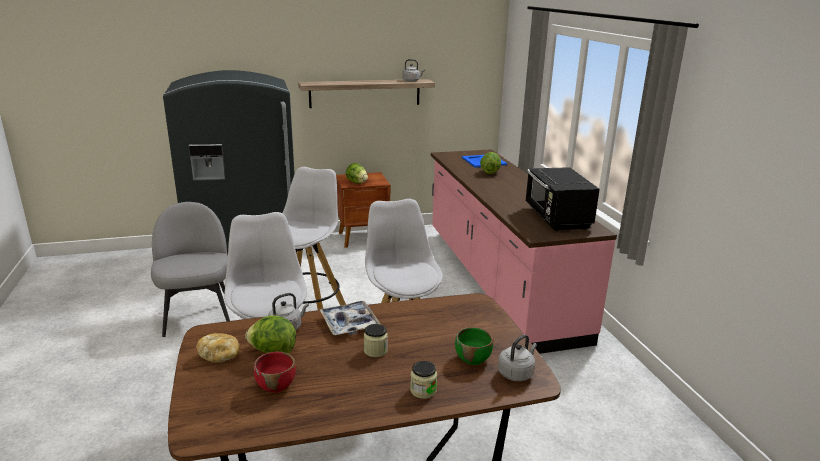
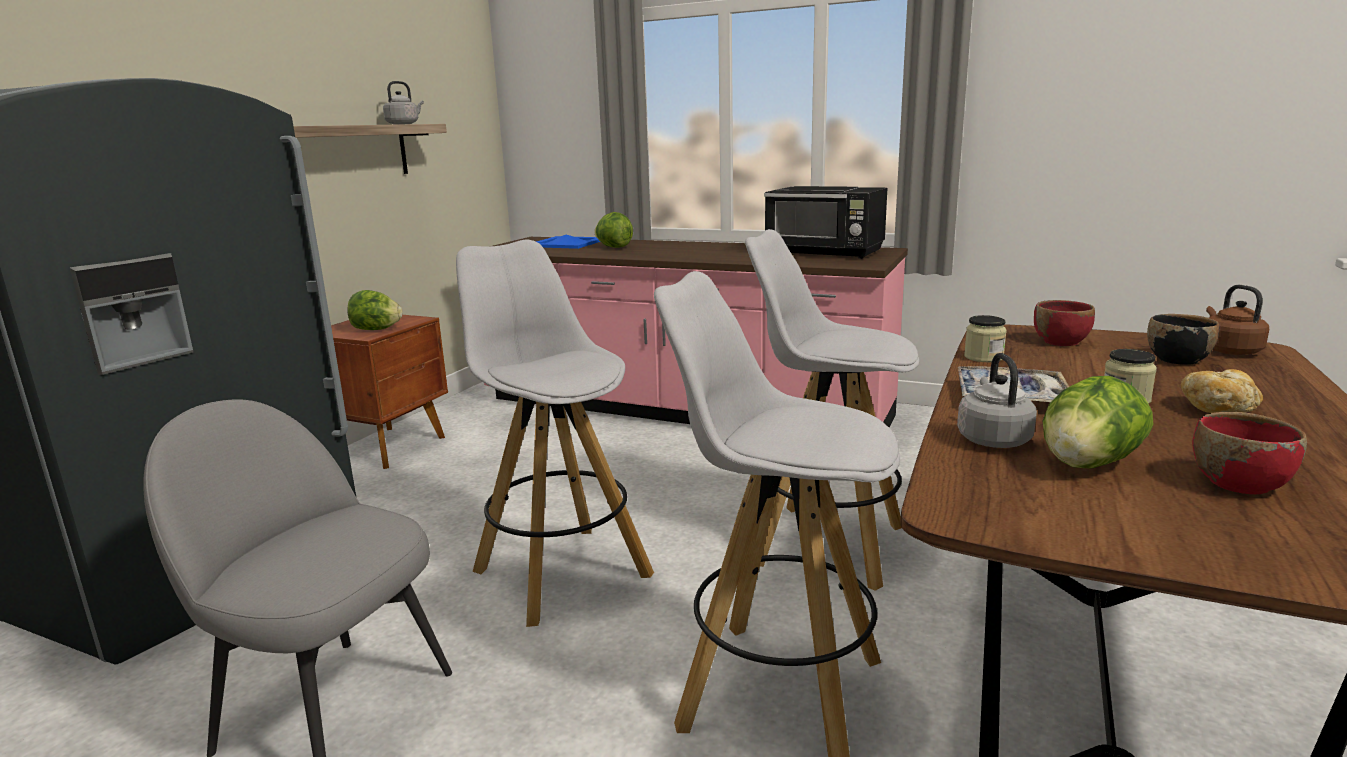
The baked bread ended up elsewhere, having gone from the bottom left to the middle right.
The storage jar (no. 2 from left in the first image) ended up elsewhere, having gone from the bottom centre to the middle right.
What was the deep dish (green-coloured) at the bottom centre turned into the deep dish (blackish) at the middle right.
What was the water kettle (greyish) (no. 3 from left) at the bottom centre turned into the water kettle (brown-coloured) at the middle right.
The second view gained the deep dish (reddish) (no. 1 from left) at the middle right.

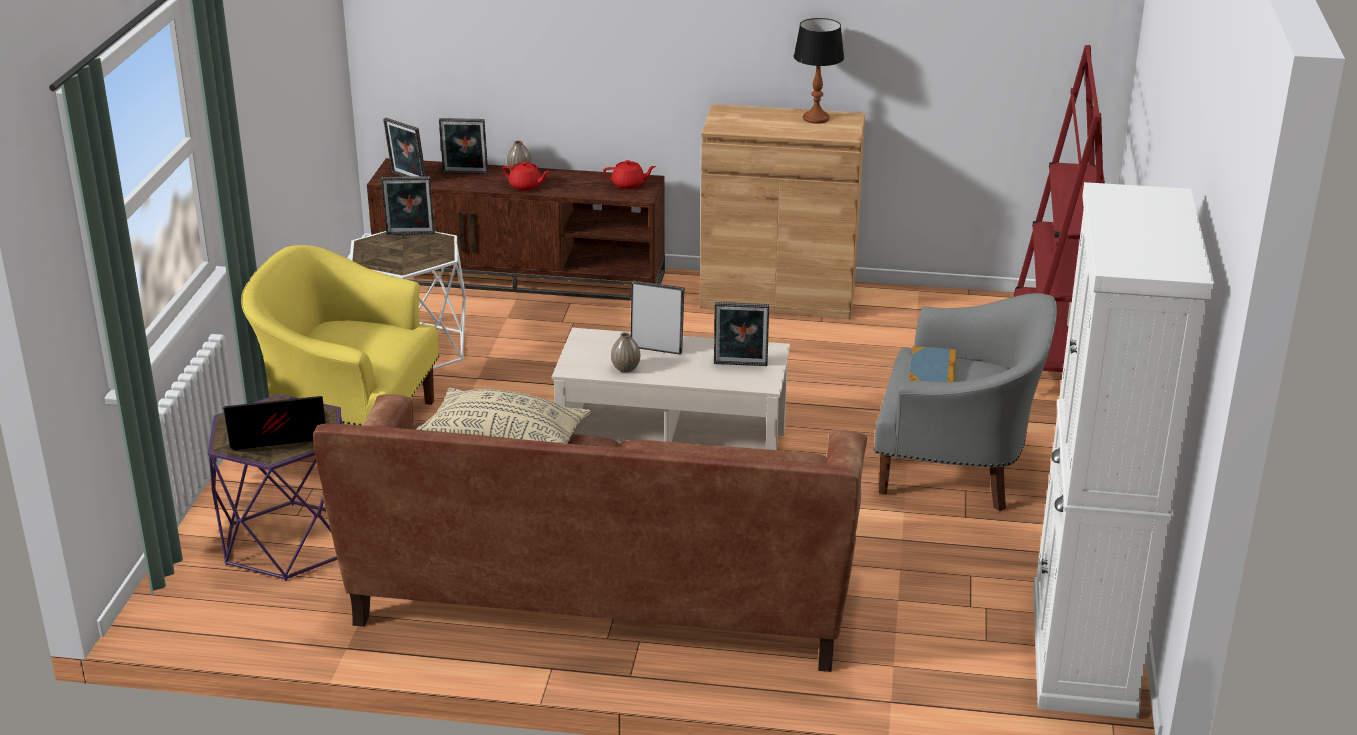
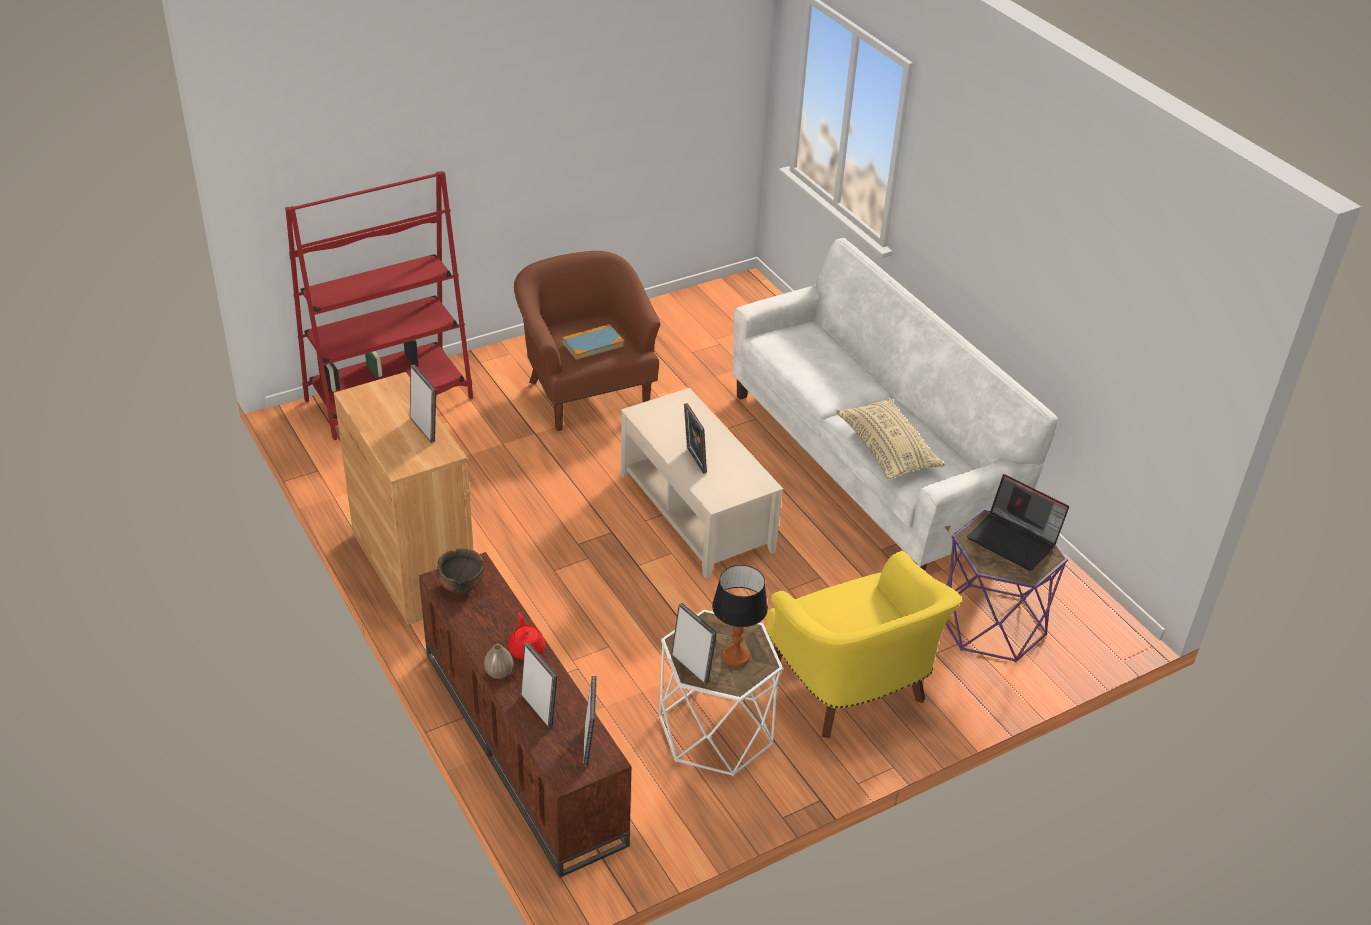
What was the couch (brown-coloured) at the bottom centre turned into the couch (whitish) at the centre.
Where the pot for tea (reddish) (no. 2 from left) stood at the top centre, the deep dish came to stand at the centre.
The second view lost the flower vase (no. 2 from left) at the centre.
The picture frame (no. 5 from left in the first image) ended up elsewhere, having gone from the centre to the middle left.
The table lamp ended up elsewhere, having gone from the top centre to the centre.
What was the easy chair (greyish) at the middle right turned into the easy chair (brown-coloured) at the centre.
The second view lost the cupboard (whitish) at the middle right.

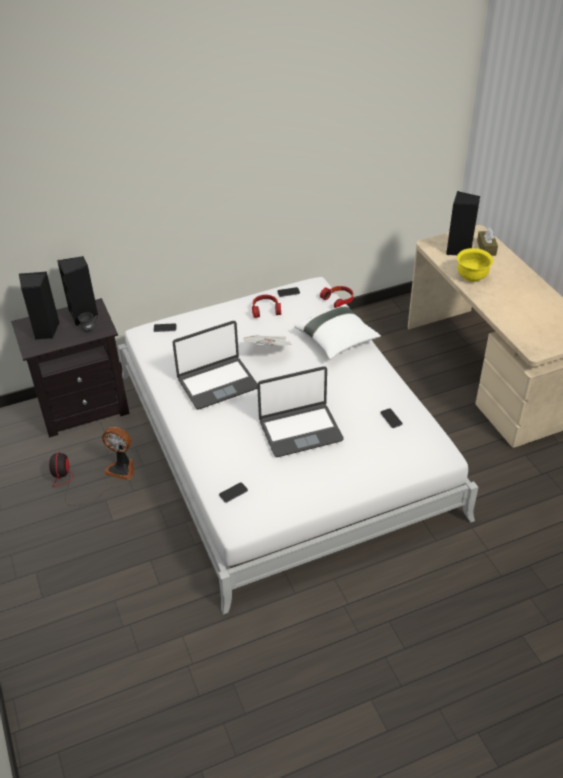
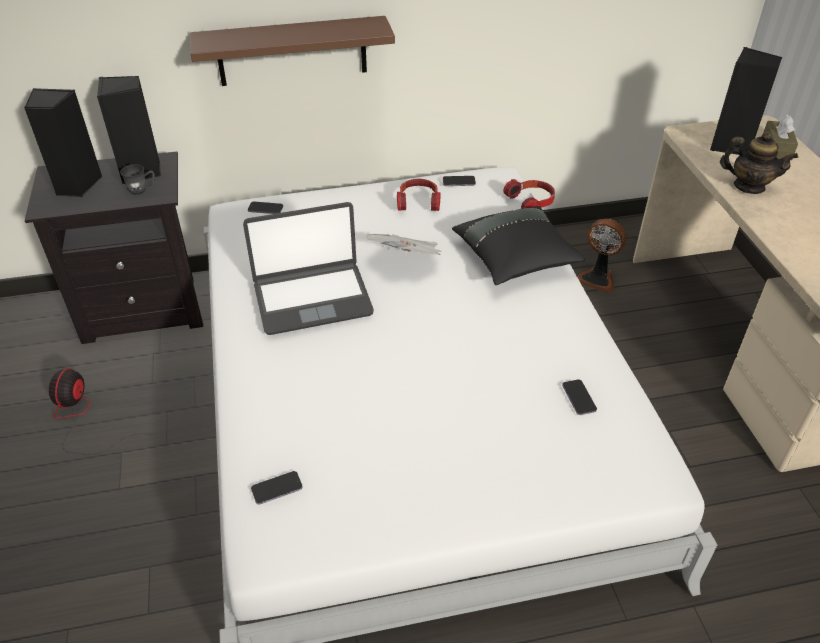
The electric fan (no. 2 from left) ended up elsewhere, having gone from the middle left to the middle right.
The second view lost the notebook computer (no. 2 from left) at the centre.
What was the throw pillow (whitish) at the centre turned into the throw pillow (blackish) at the centre.
Where the deep dish (yellowish) stood at the middle right, the pot for tea came to stand at the top right.
The second view gained the bracket shelf (brown-coloured) at the top centre.

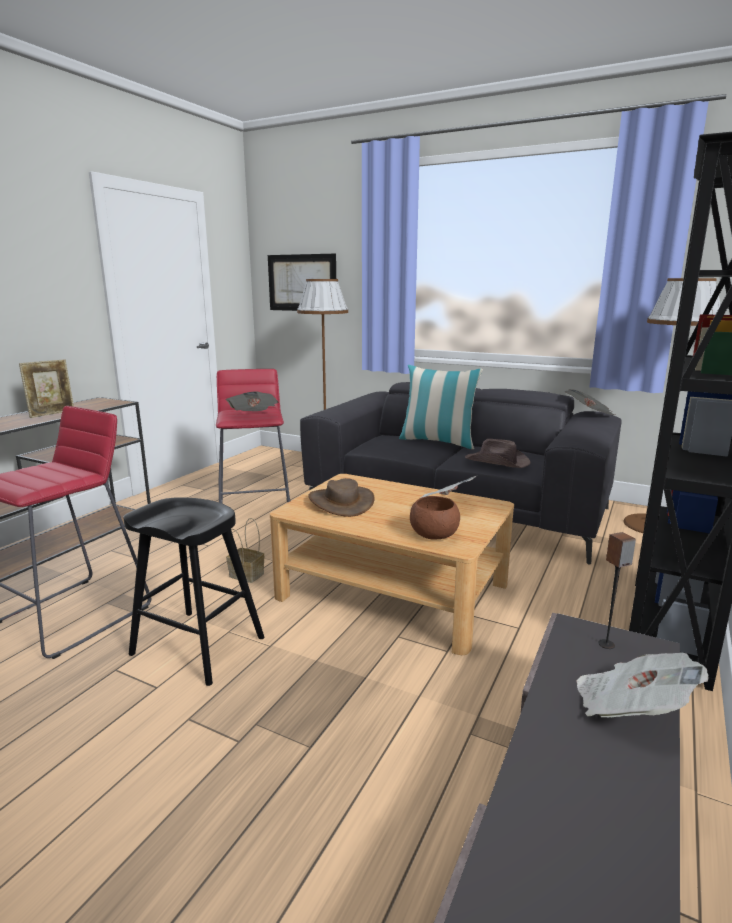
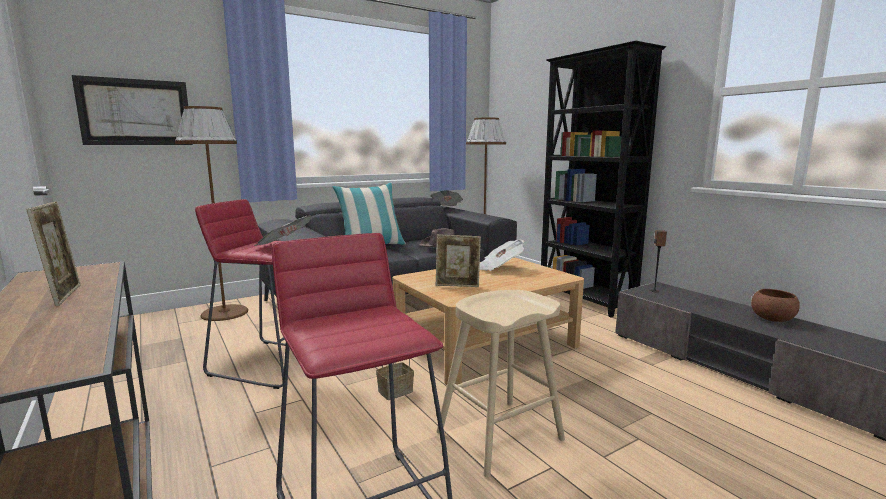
What was the stool (blackish) at the middle left turned into the stool (sand-coloured) at the bottom centre.
Where the hat (brown-coloured) (no. 1 from left) stood at the centre, the picture frame (no. 2 from left) came to stand at the centre.
The deep dish (brown-coloured) ended up elsewhere, having gone from the centre to the middle right.
The second view lost the newspaper (no. 4 from left) at the bottom right.

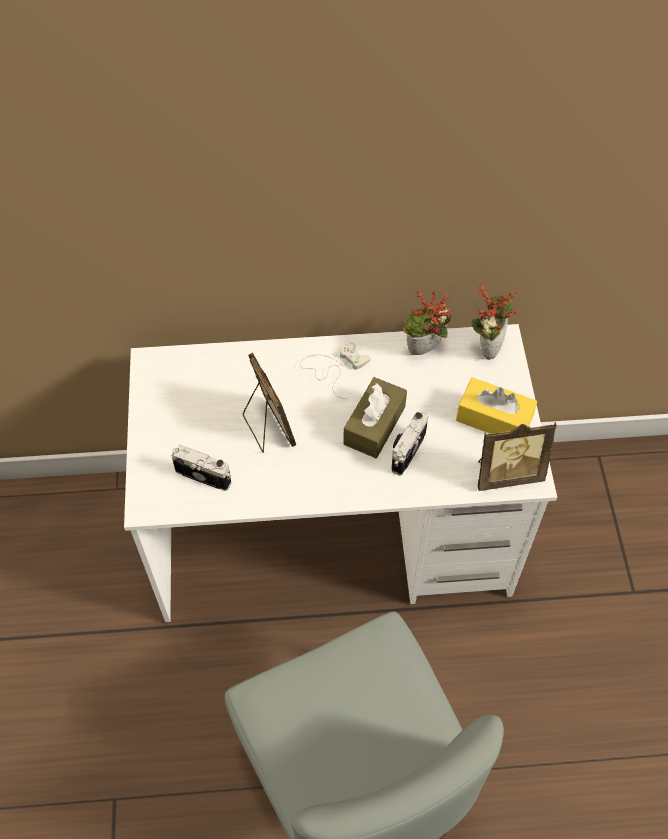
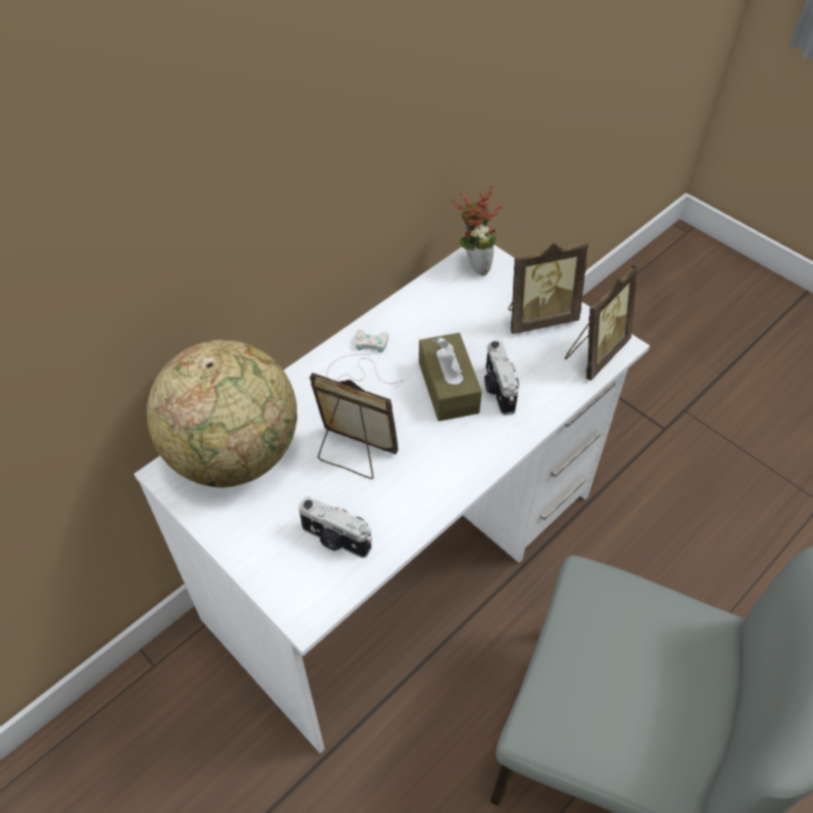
The still camera (no. 1 from left) at the middle left ended up facing another way, 135 degrees counterclockwise from before.
The second view lost the potted plant (no. 1 from left) at the centre.
Where the tissue holder (yellowish) stood at the middle right, the picture frame (no. 2 from left) came to stand at the middle right.
The second view gained the globe at the middle left.

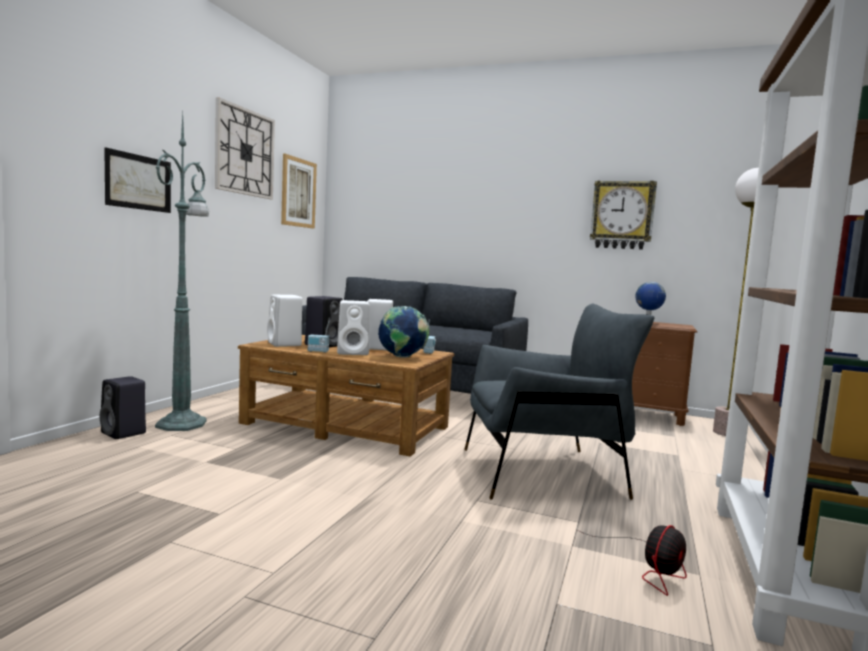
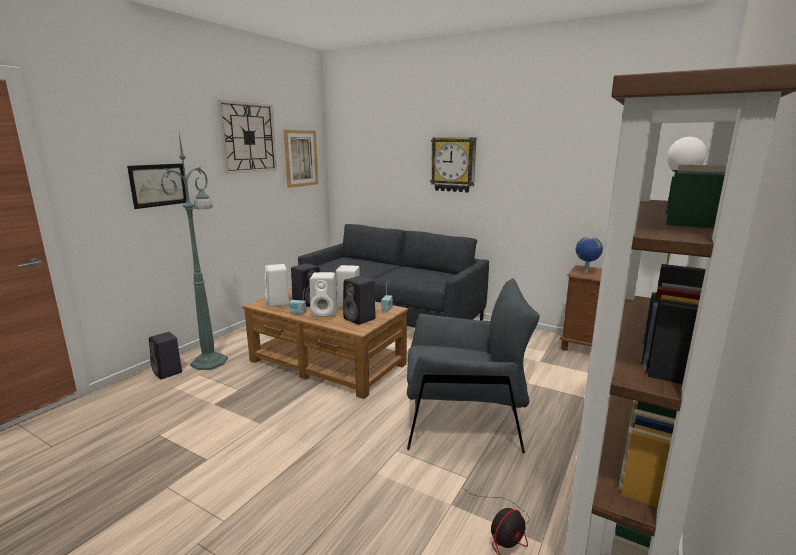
Where the globe (no. 1 from left) stood at the centre, the speaker (blackish) (no. 3 from left) came to stand at the centre.
The clock on the wall (no. 2 from left) ended up elsewhere, having gone from the top right to the top centre.

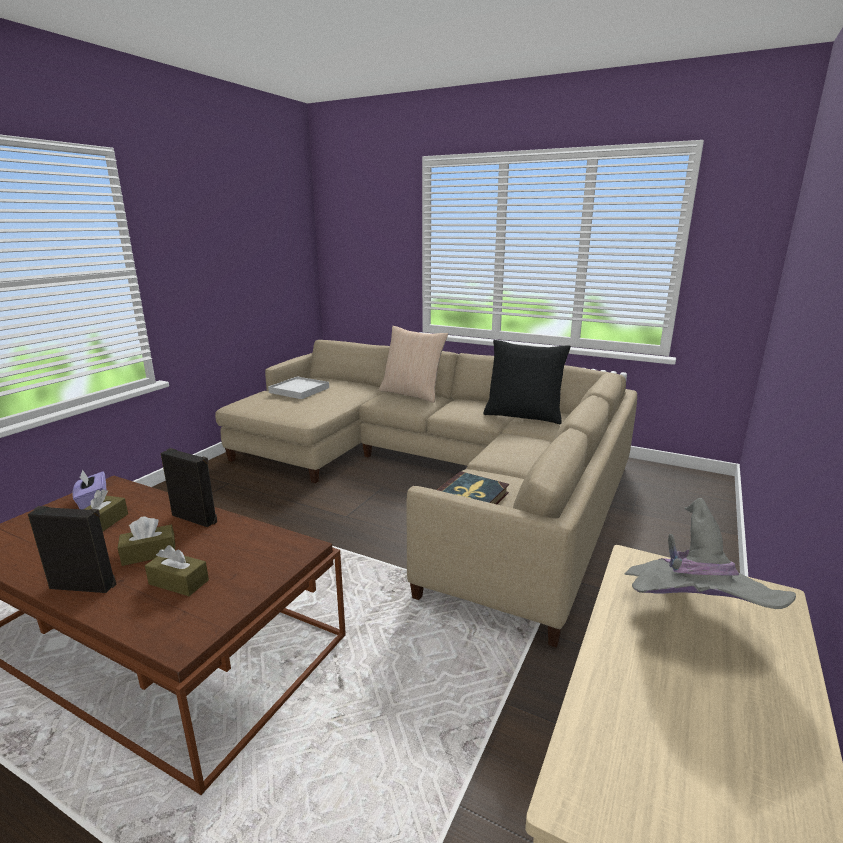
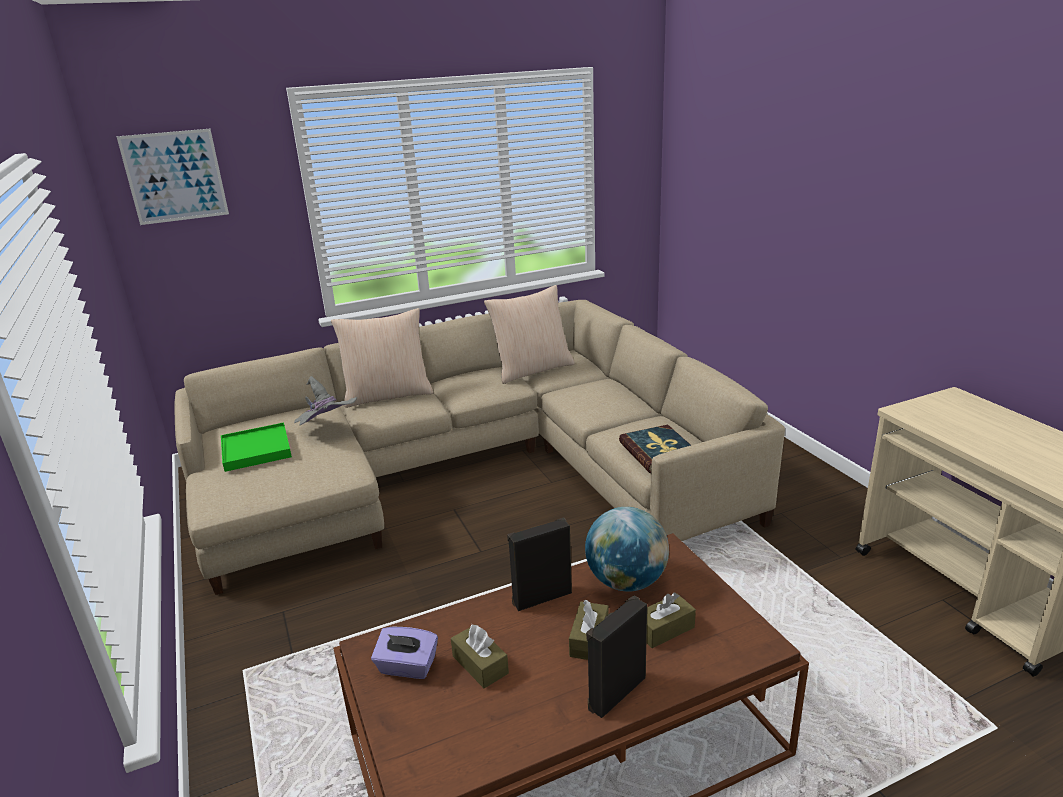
What was the serving tray (whitish) at the centre turned into the serving tray (green-coloured) at the middle left.
What was the throw pillow (blackish) at the centre turned into the throw pillow (sand-coloured) (no. 2 from left) at the centre.
The hat (greyish) ended up elsewhere, having gone from the middle right to the middle left.
The second view gained the picture at the top left.
The second view gained the globe at the bottom centre.

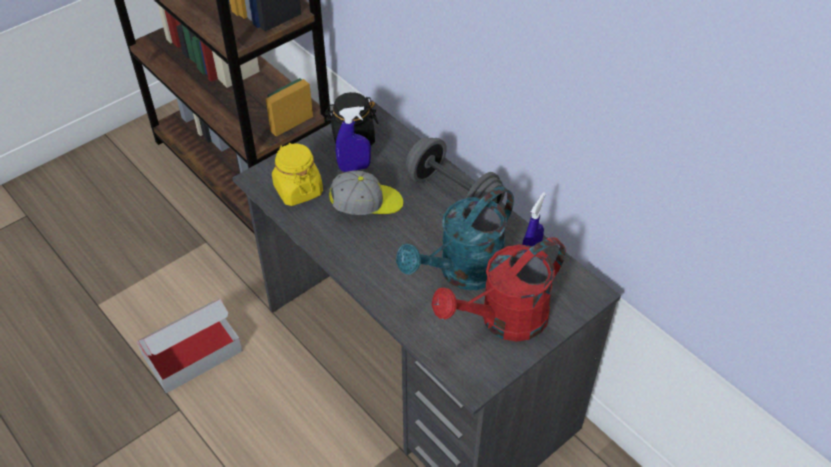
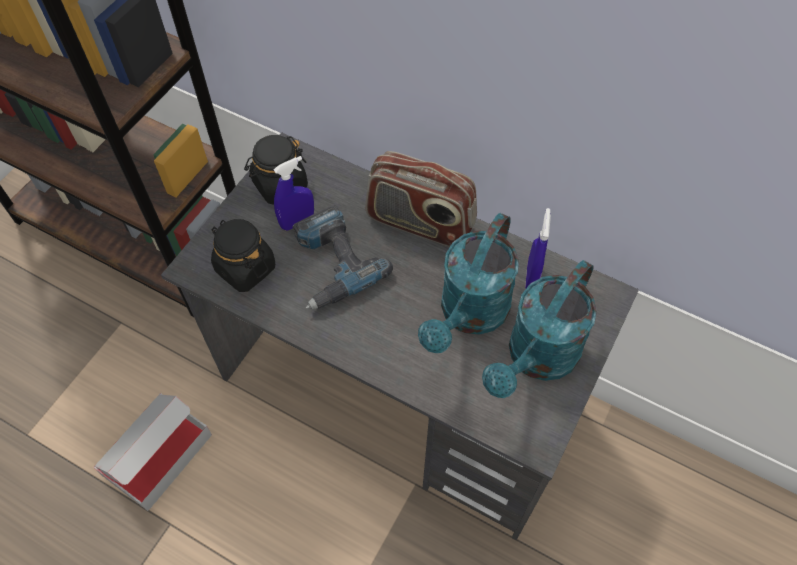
What was the storage jar (yellowish) at the centre turned into the storage jar (blackish) (no. 1 from left) at the middle left.
Where the baseball cap stood at the centre, the electric drill came to stand at the centre.
Where the free weight (greyish) stood at the centre, the radio set came to stand at the centre.
What was the watering can (reddish) at the centre turned into the watering can (blue-green) (no. 2 from left) at the middle right.

